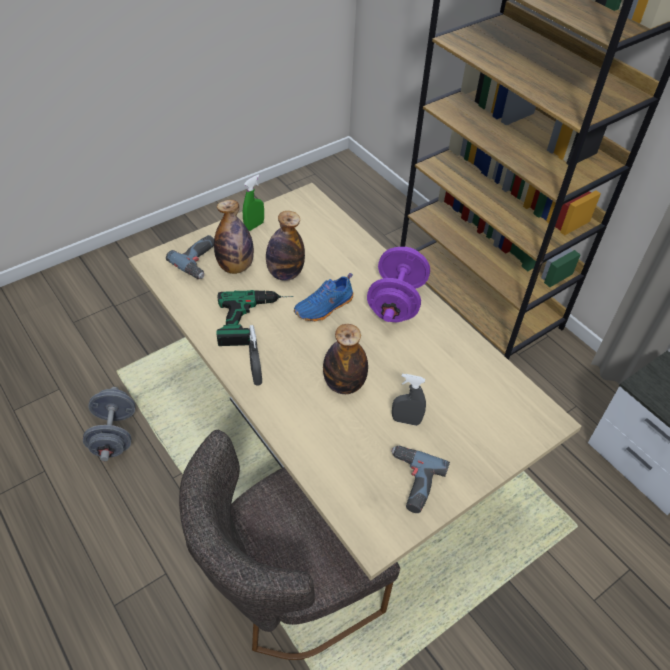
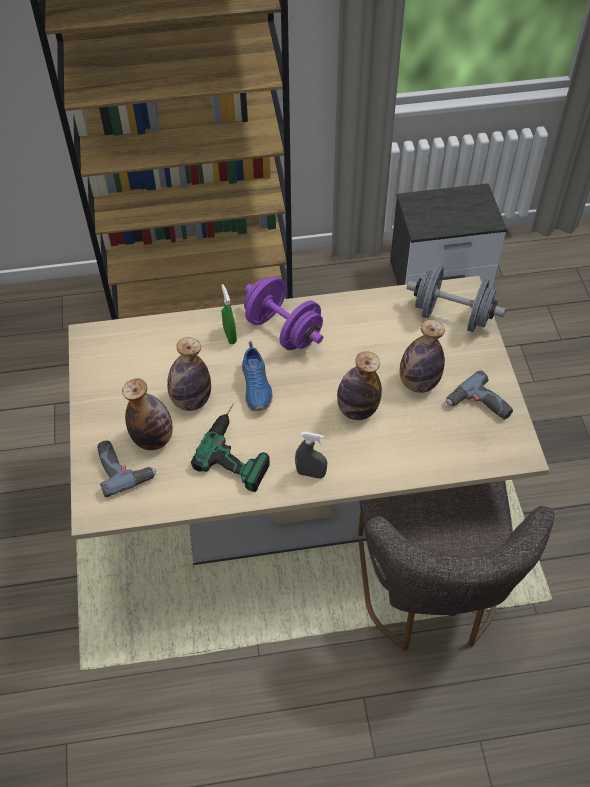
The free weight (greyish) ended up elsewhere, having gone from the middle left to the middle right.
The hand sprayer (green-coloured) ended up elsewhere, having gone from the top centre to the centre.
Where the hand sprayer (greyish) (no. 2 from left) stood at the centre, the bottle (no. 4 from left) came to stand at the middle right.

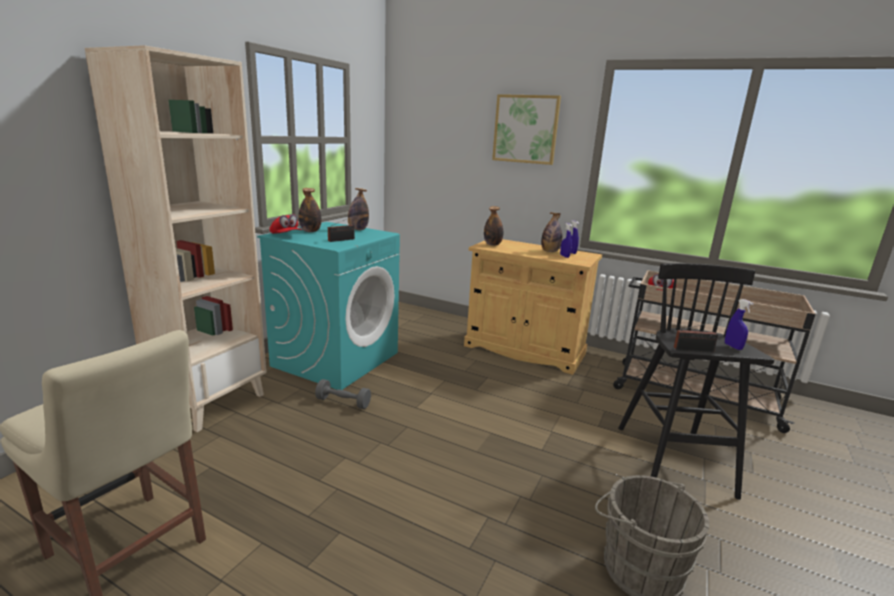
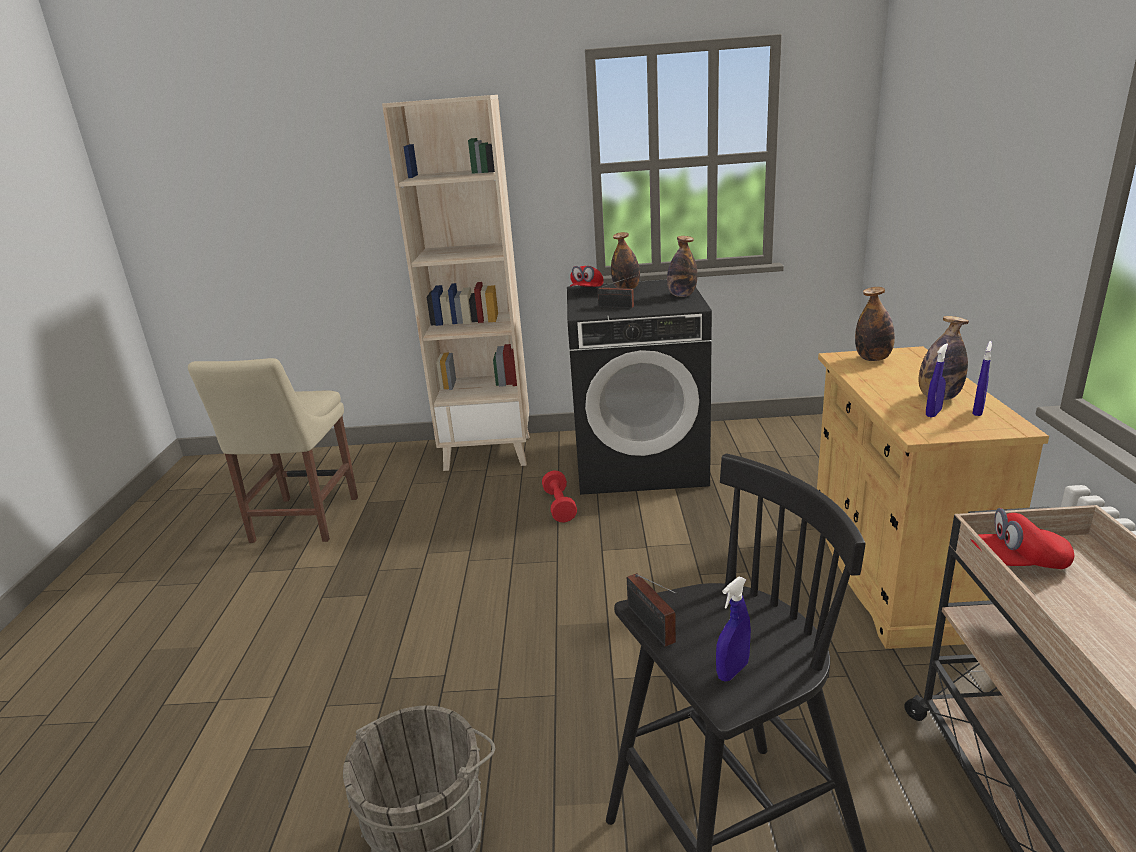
What was the laundry appliance (blue-green) at the centre turned into the laundry appliance (blackish) at the centre.
What was the free weight (greyish) at the centre turned into the free weight (reddish) at the centre.
The second view lost the picture at the top centre.

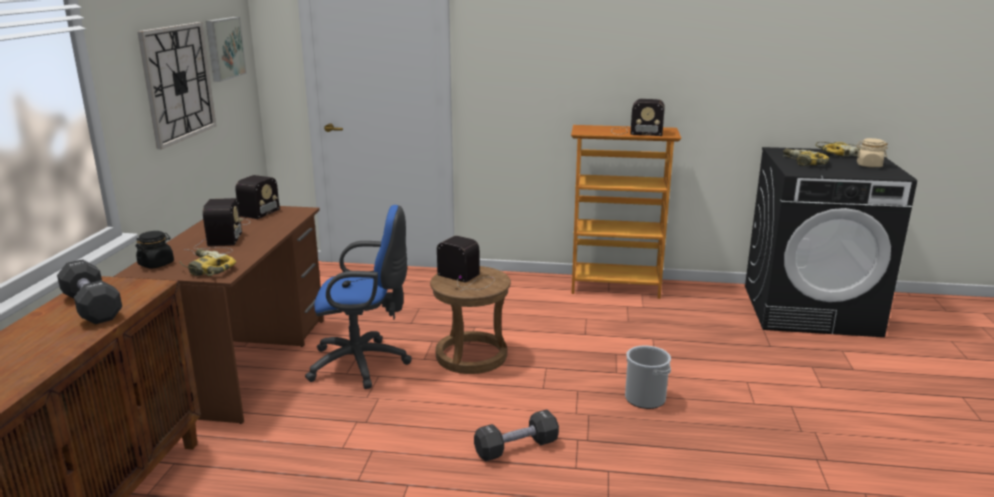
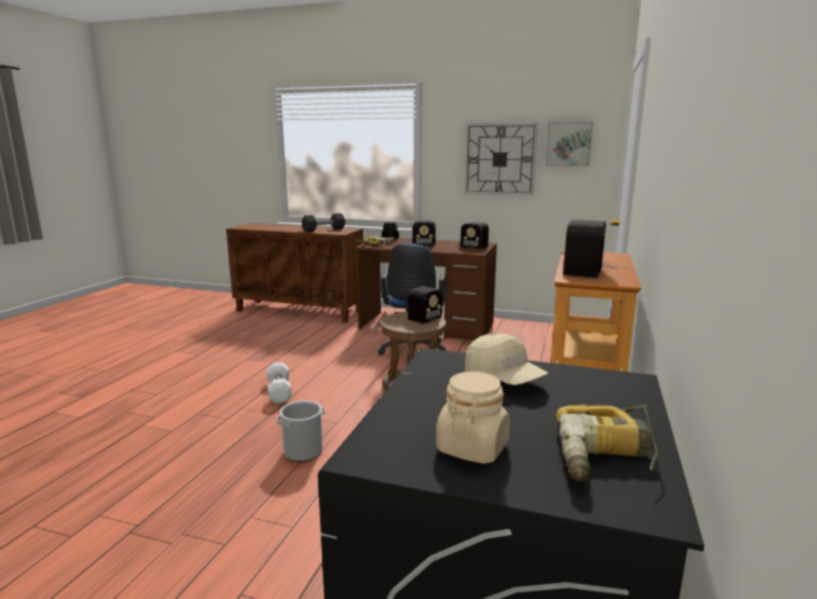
What was the free weight (blackish) (no. 2 from left) at the bottom centre turned into the free weight (whitish) at the centre.
Where the electric drill (no. 2 from left) stood at the top right, the baseball cap (sand-coloured) came to stand at the centre.

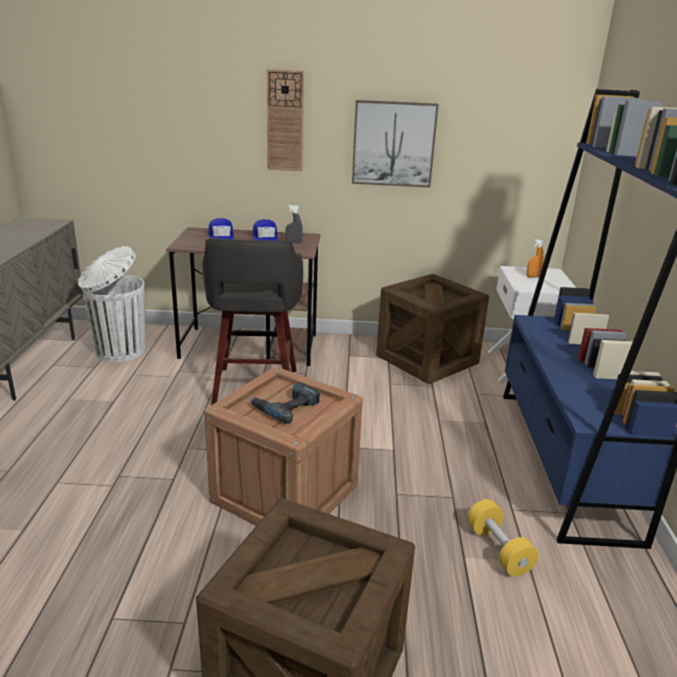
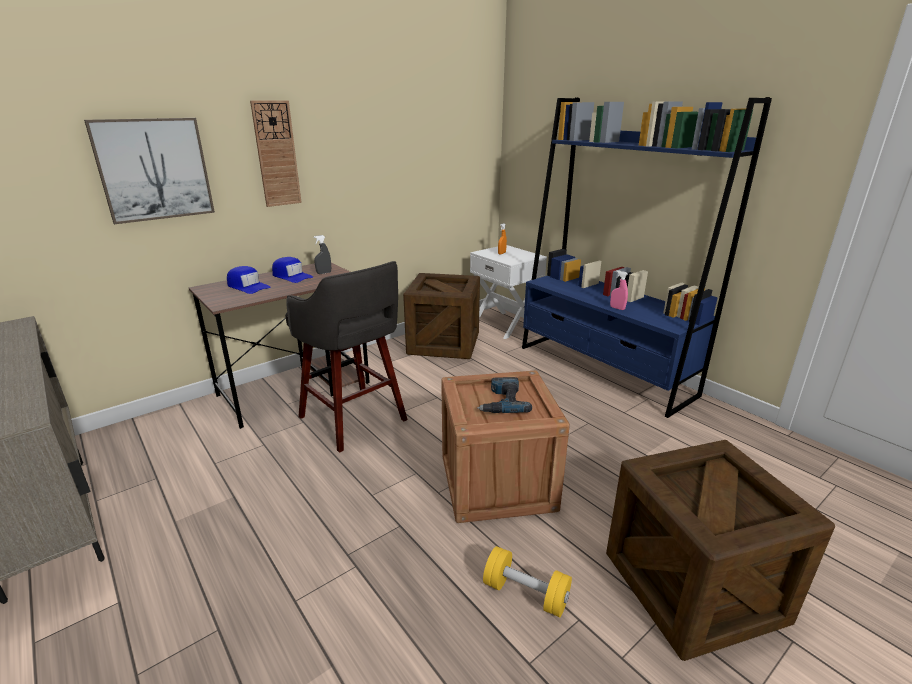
The second view lost the rubbish bin (whitish) at the middle left.
The picture ended up elsewhere, having gone from the top centre to the top left.
The free weight (yellowish) ended up elsewhere, having gone from the bottom right to the bottom centre.
The second view gained the hand sprayer (pink-coloured) at the middle right.

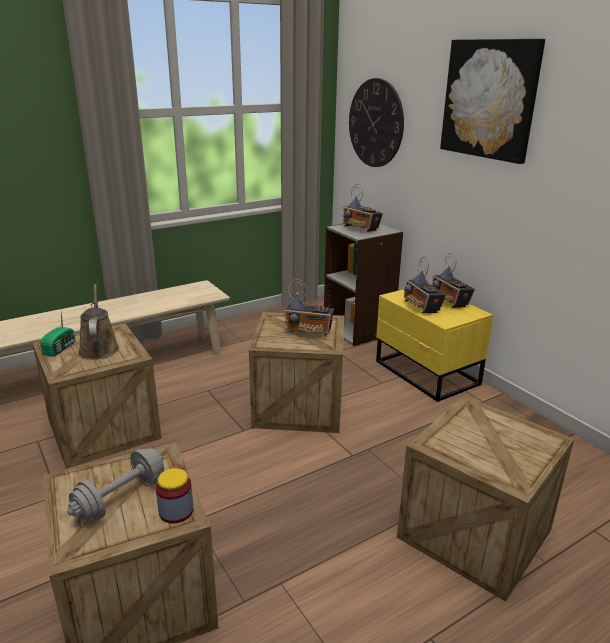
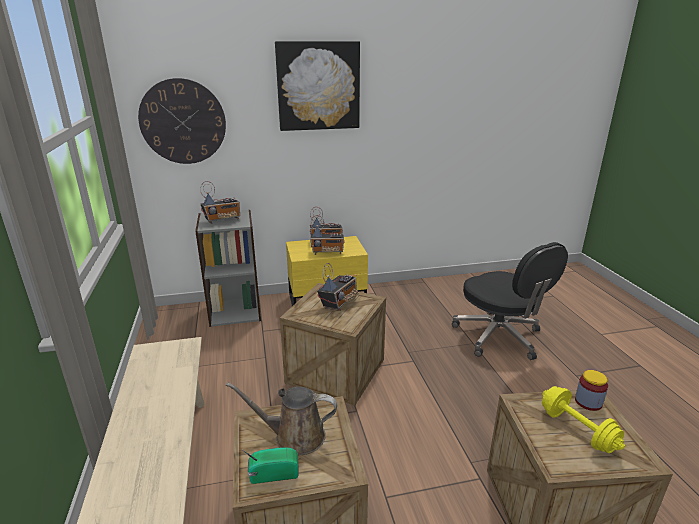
The radio set (no. 1 from left in the first image) at the middle left ended up facing another way, 45 degrees counterclockwise from before.
What was the free weight (greyish) at the bottom left turned into the free weight (yellowish) at the bottom right.
Where the shipping crate (no. 4 from left) stood at the bottom right, the computer chair (blackish) came to stand at the middle right.

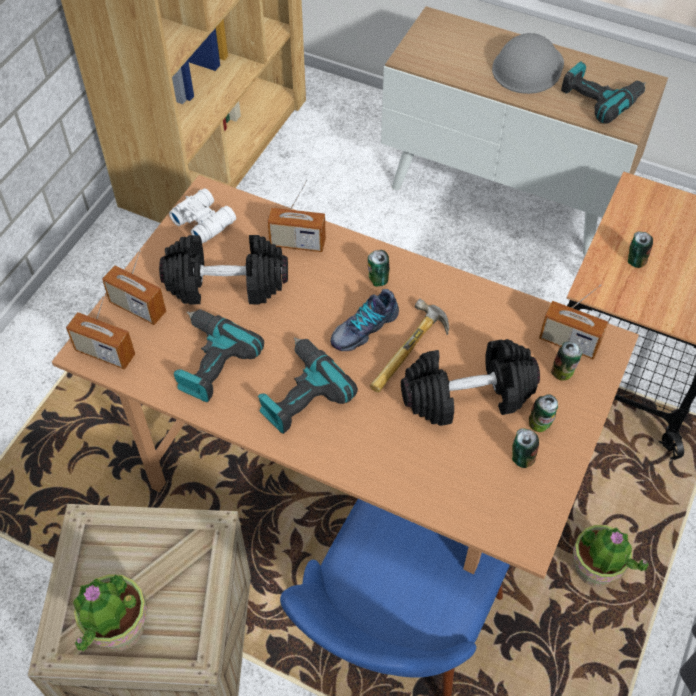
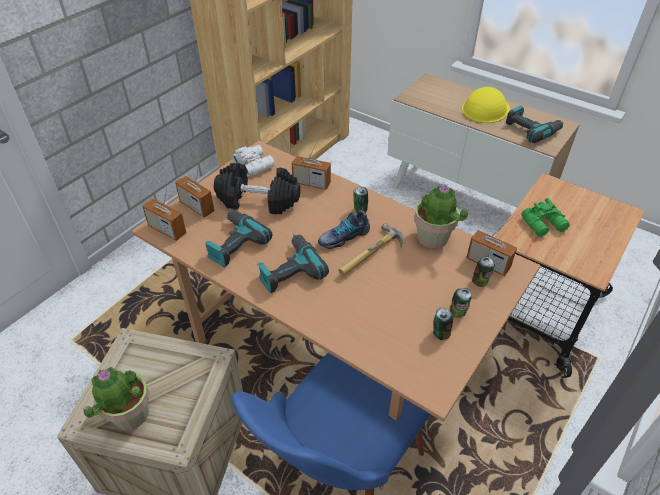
The second view lost the free weight (blackish) (no. 2 from left) at the middle right.
What was the safety helmet (greyish) at the top right turned into the safety helmet (yellowish) at the top right.
The potted plant (no. 2 from left) ended up elsewhere, having gone from the bottom right to the middle right.
Where the can (no. 5 from left) stood at the middle right, the pair of binoculars (green-coloured) came to stand at the middle right.

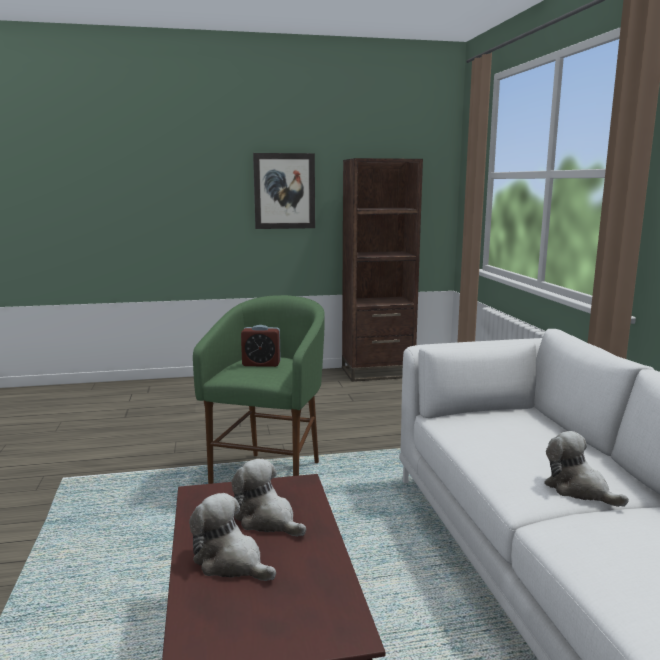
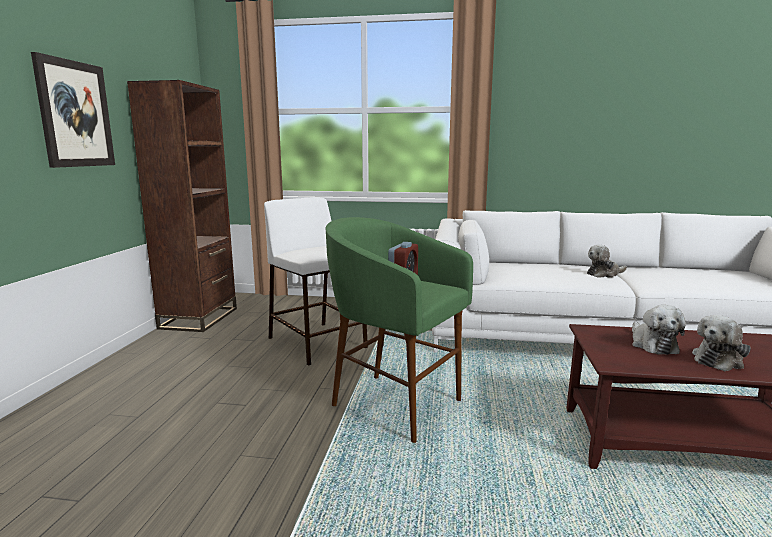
The soft toy (no. 2 from left) at the bottom centre ended up facing another way, 60 degrees counterclockwise from before.
The second view gained the stool (whitish) at the centre.

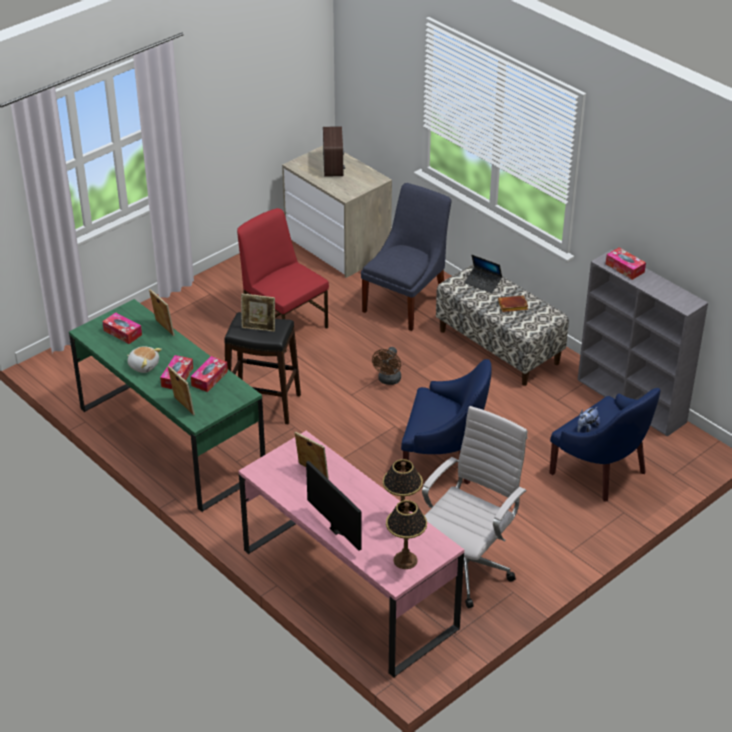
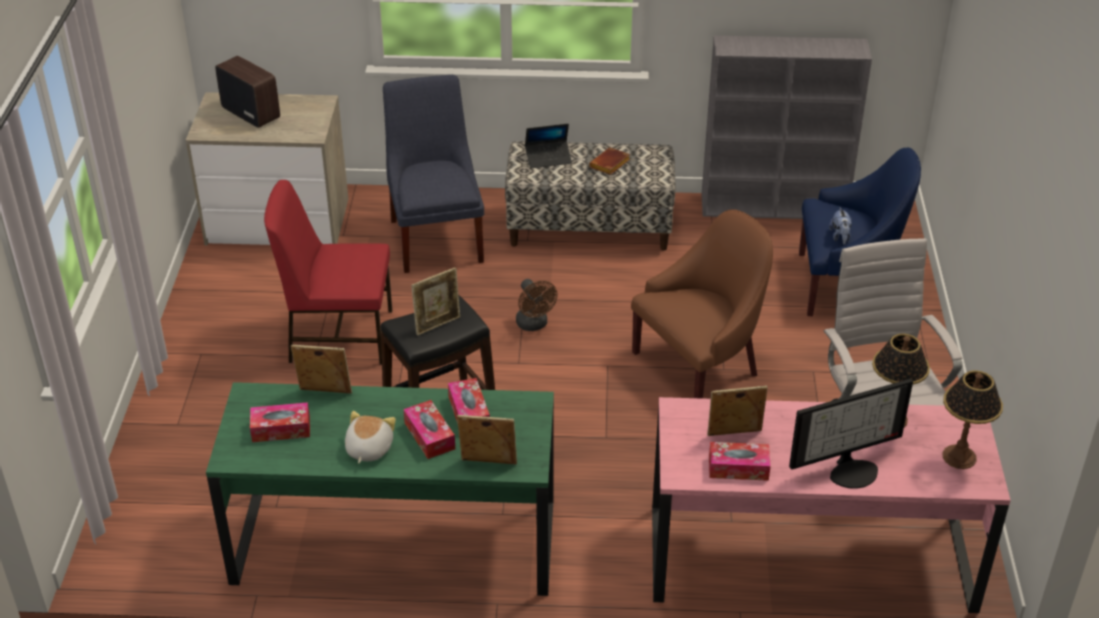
The soft toy (no. 1 from left) at the middle left ended up facing another way, 60 degrees counterclockwise from before.
The computer screen at the bottom centre ended up facing another way, 150 degrees clockwise from before.
What was the easy chair (blue) (no. 1 from left) at the centre turned into the easy chair (brown-coloured) at the centre.
The tissue holder (no. 4 from left) ended up elsewhere, having gone from the middle right to the bottom right.

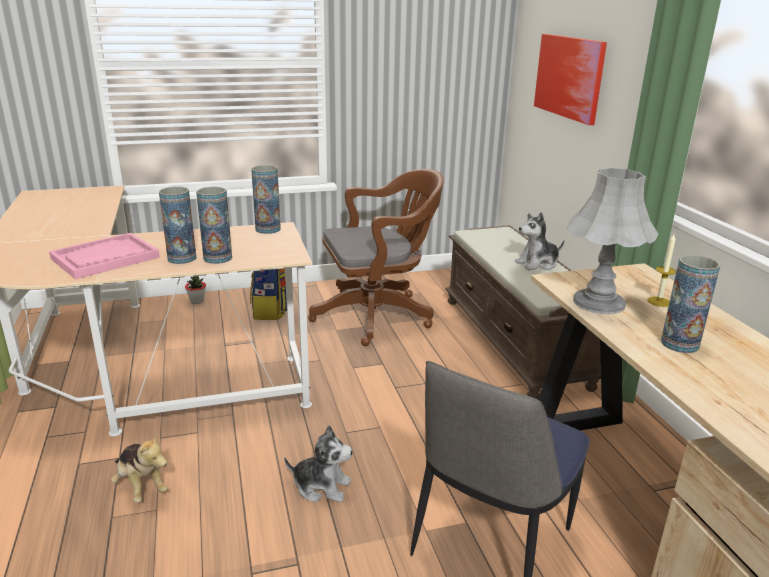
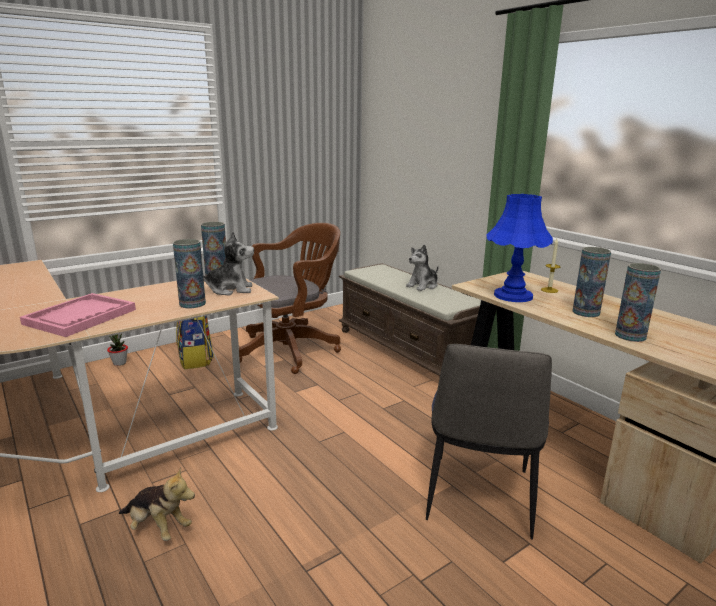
The flower vase (no. 1 from left in the first image) ended up elsewhere, having gone from the middle left to the middle right.
The soft toy (no. 2 from left) ended up elsewhere, having gone from the bottom centre to the middle left.
The second view lost the picture at the top right.
What was the table lamp (greyish) at the middle right turned into the table lamp (blue) at the middle right.

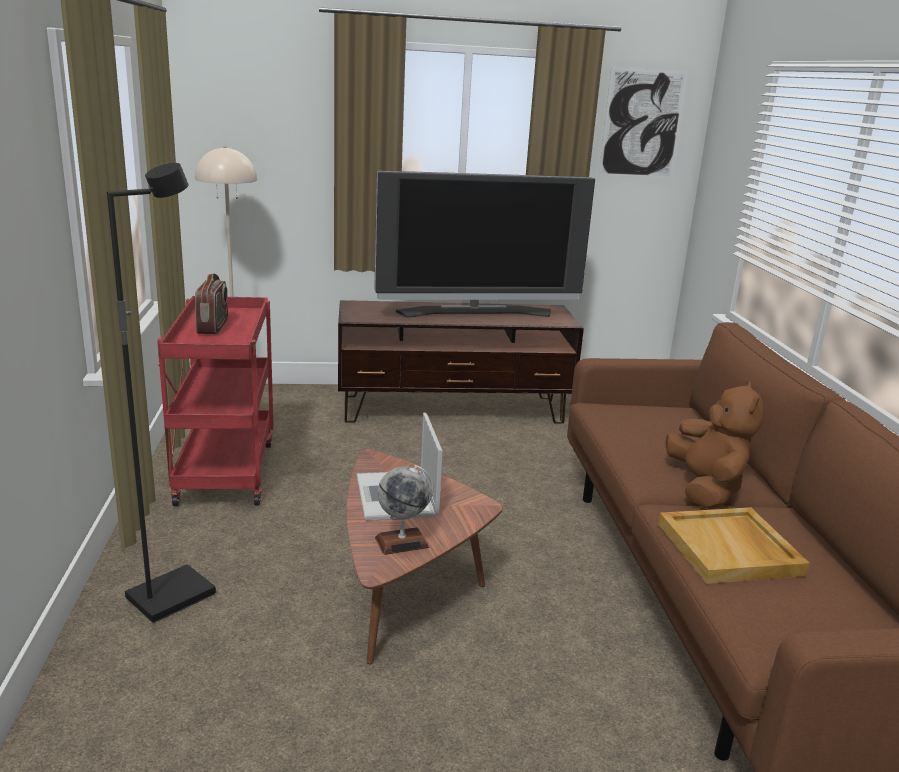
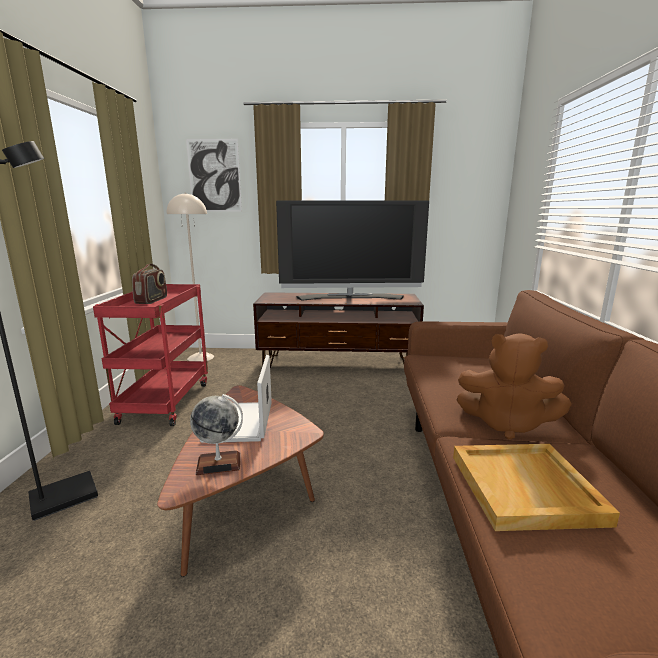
The picture ended up elsewhere, having gone from the top right to the top left.
The soft toy (brown-coloured) at the middle right ended up facing another way, 105 degrees clockwise from before.

